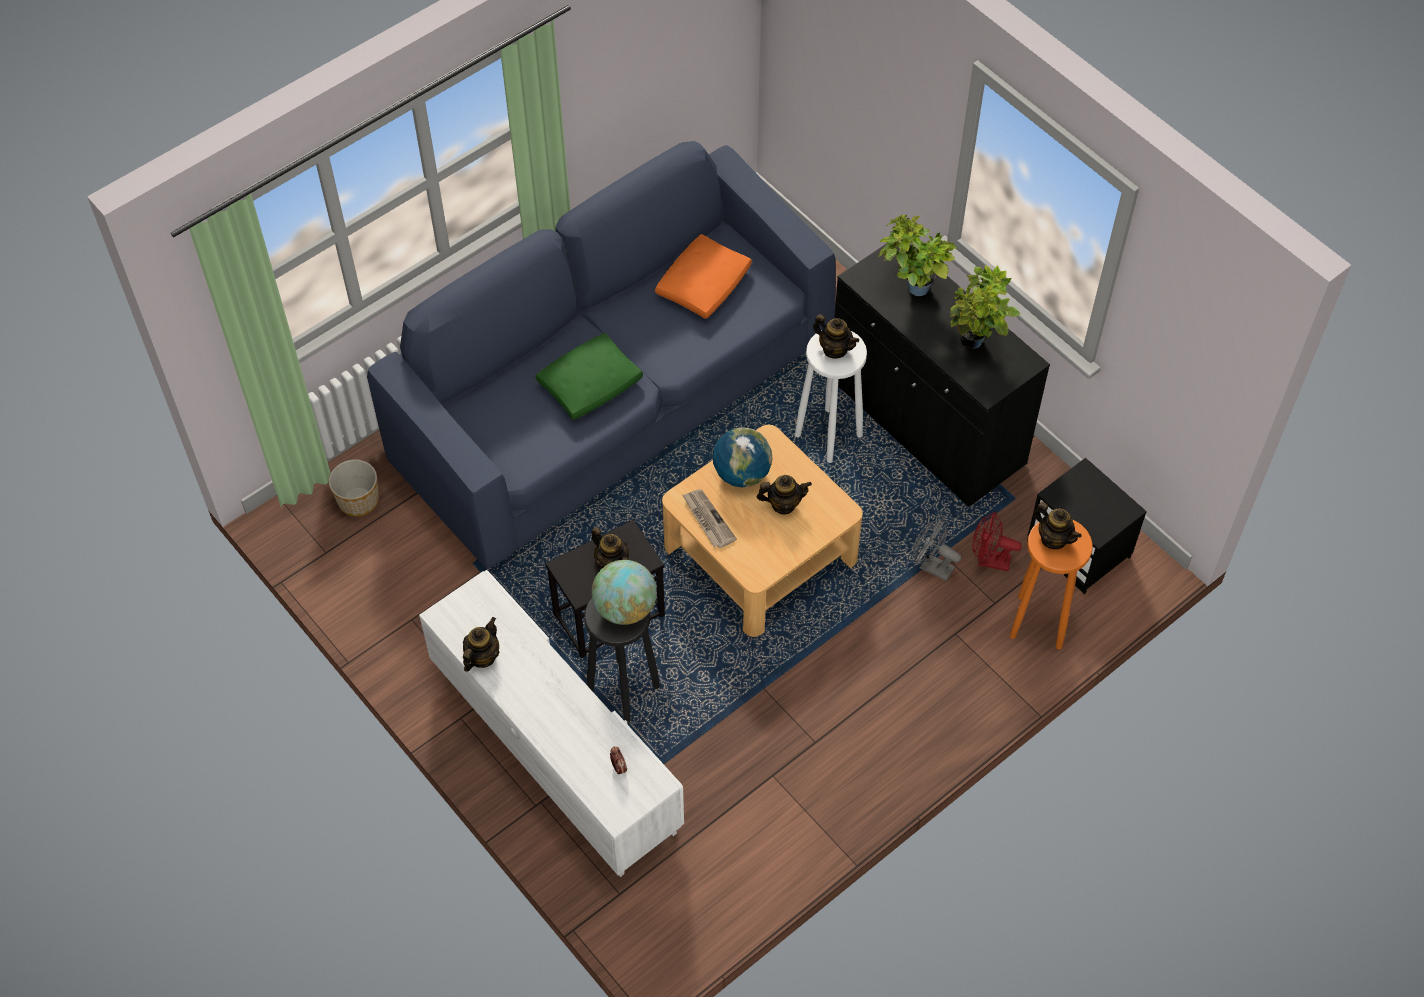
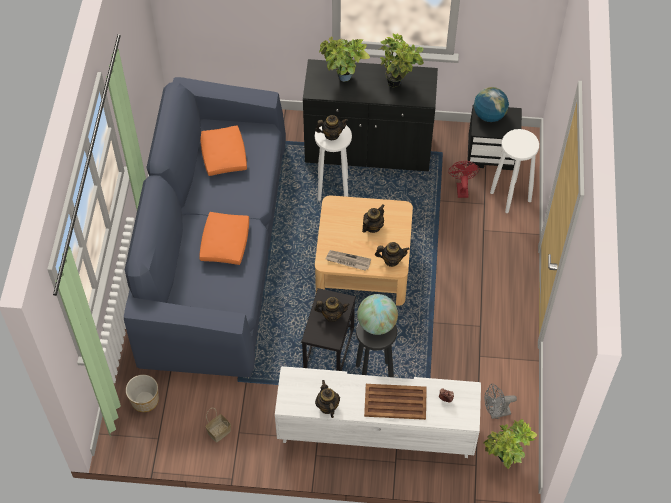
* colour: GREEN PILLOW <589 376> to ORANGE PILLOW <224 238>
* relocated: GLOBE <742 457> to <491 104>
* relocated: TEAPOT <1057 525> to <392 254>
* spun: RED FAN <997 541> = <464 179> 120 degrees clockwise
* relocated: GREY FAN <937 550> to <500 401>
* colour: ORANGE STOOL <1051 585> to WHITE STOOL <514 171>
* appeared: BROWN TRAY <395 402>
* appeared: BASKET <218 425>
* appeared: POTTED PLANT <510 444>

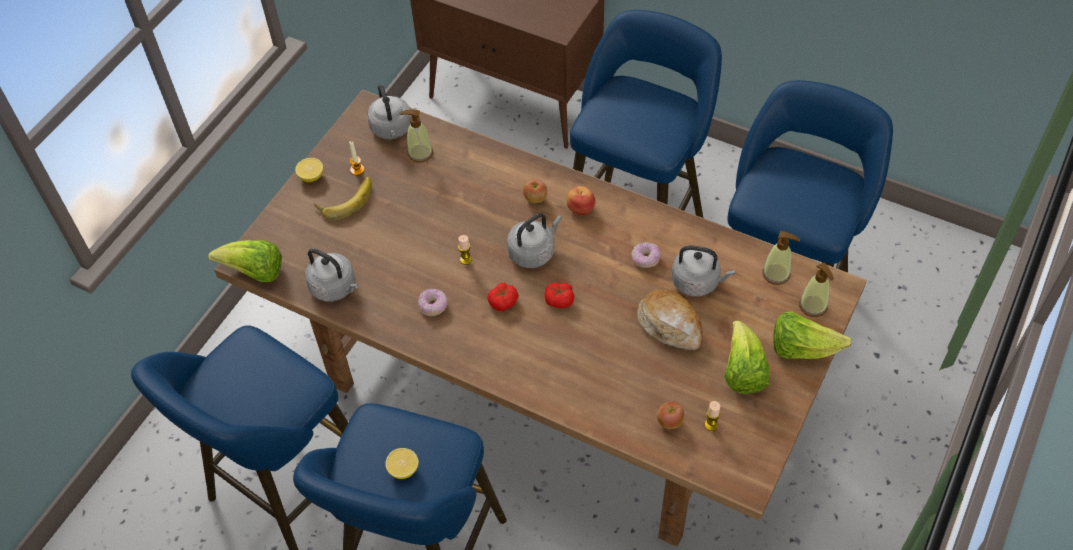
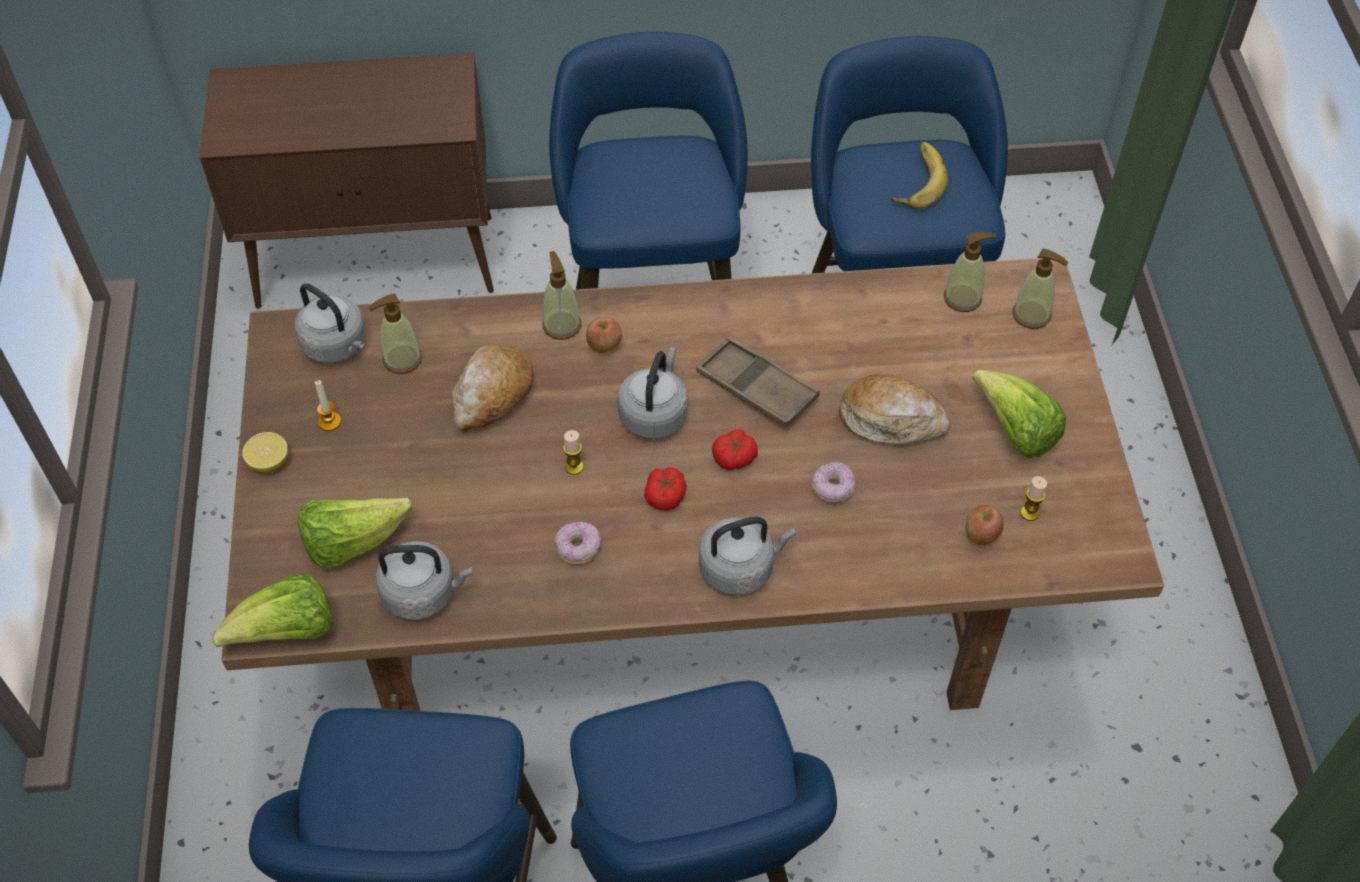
* relocated: BANANA <343 198> to <919 176>
* missing: APPLE <581 200>
* relocated: DONUT <646 255> to <834 482>
* relocated: GREY KETTLE <703 271> to <747 556>
* relocated: LETTUCE <812 335> to <355 532>
* missing: LEMON <402 463>
* appeared: SOAP DISPENSER <561 295>
* appeared: BROWN TRAY <758 382>
* appeared: BREAD <493 387>

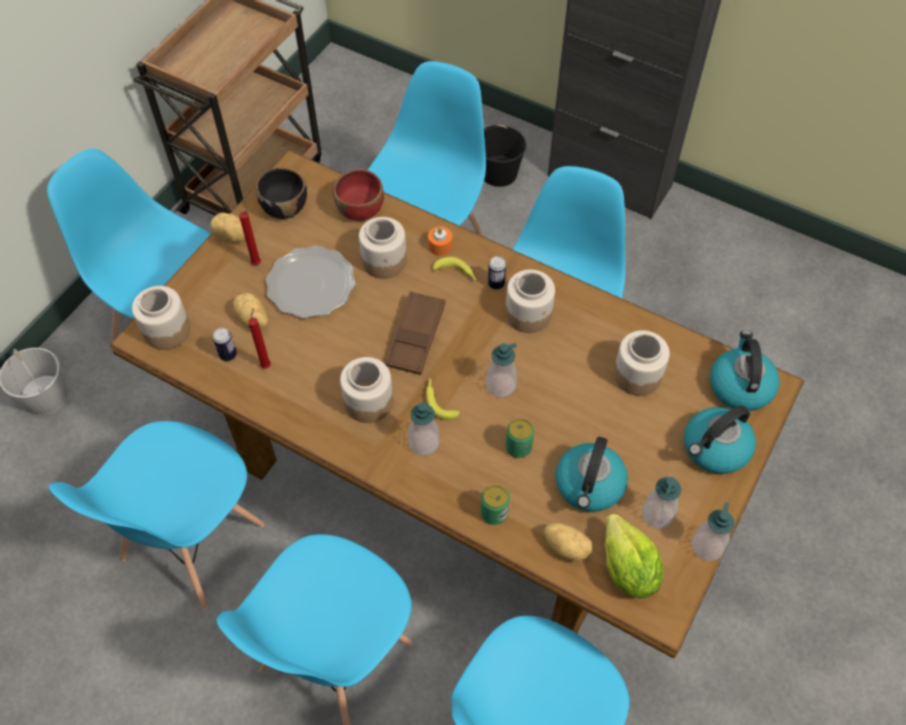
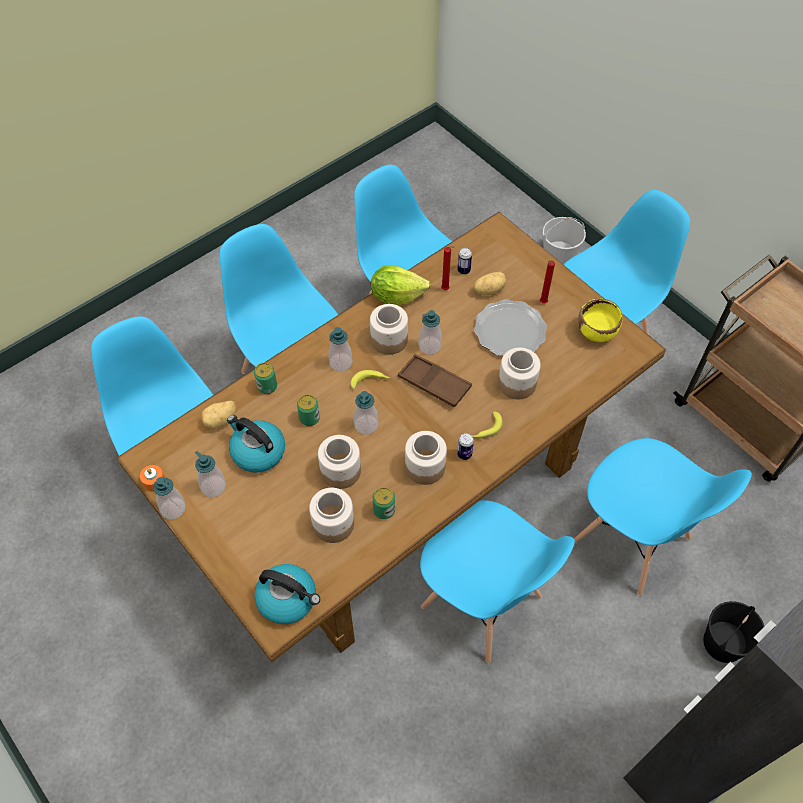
* colour: BLACK BOWL <281 193> to YELLOW BOWL <600 320>
* missing: RED BOWL <358 195>
* missing: POTATO <232 227>
* relocated: ORANGE CANDLE <440 241> to <152 478>
* relocated: JAR <161 318> to <339 462>
* missing: KETTLE <720 440>
* relocated: LETTUCE <634 556> to <401 285>
* appeared: SOAP DISPENSER <430 332>
* appeared: CAN <384 503>

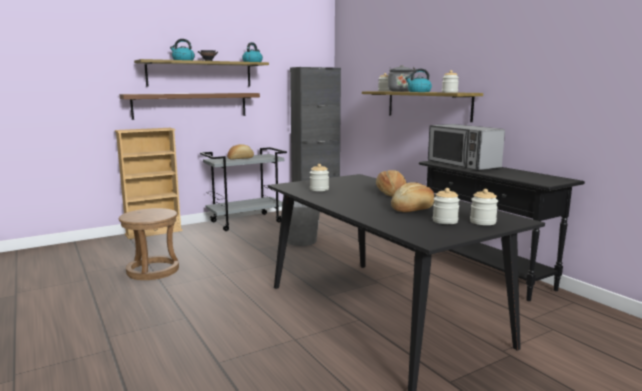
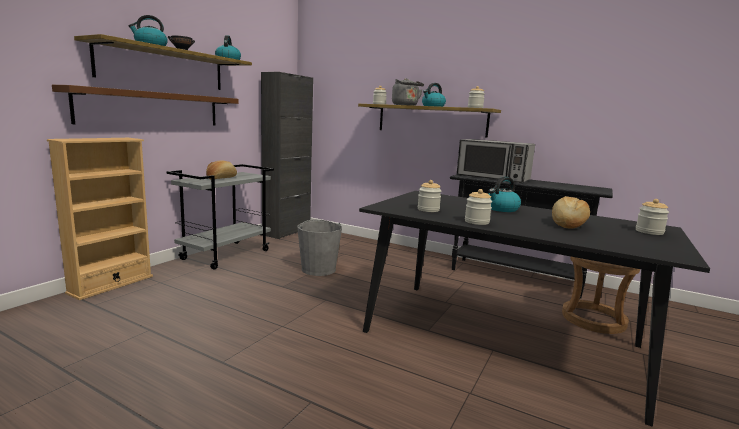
* exchanged: BREAD <391 183> to KETTLE <504 194>
* relocated: JAR <446 206> to <478 207>
* relocated: BROWN STOOL <149 244> to <601 295>

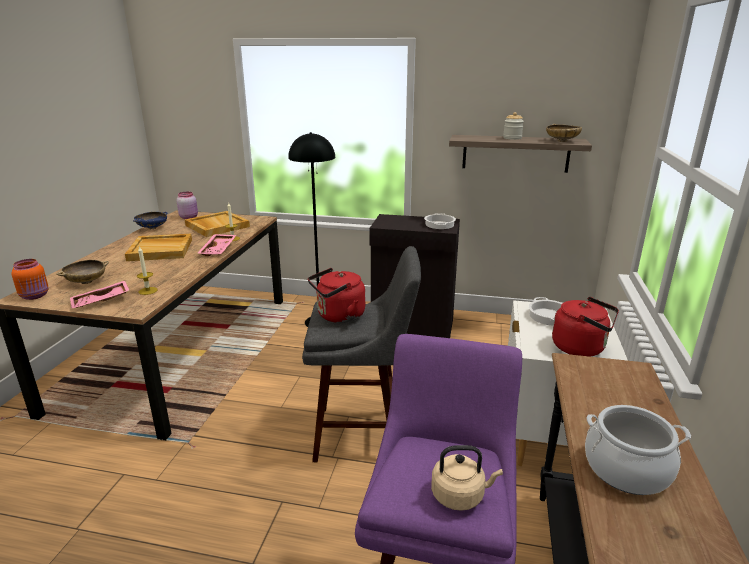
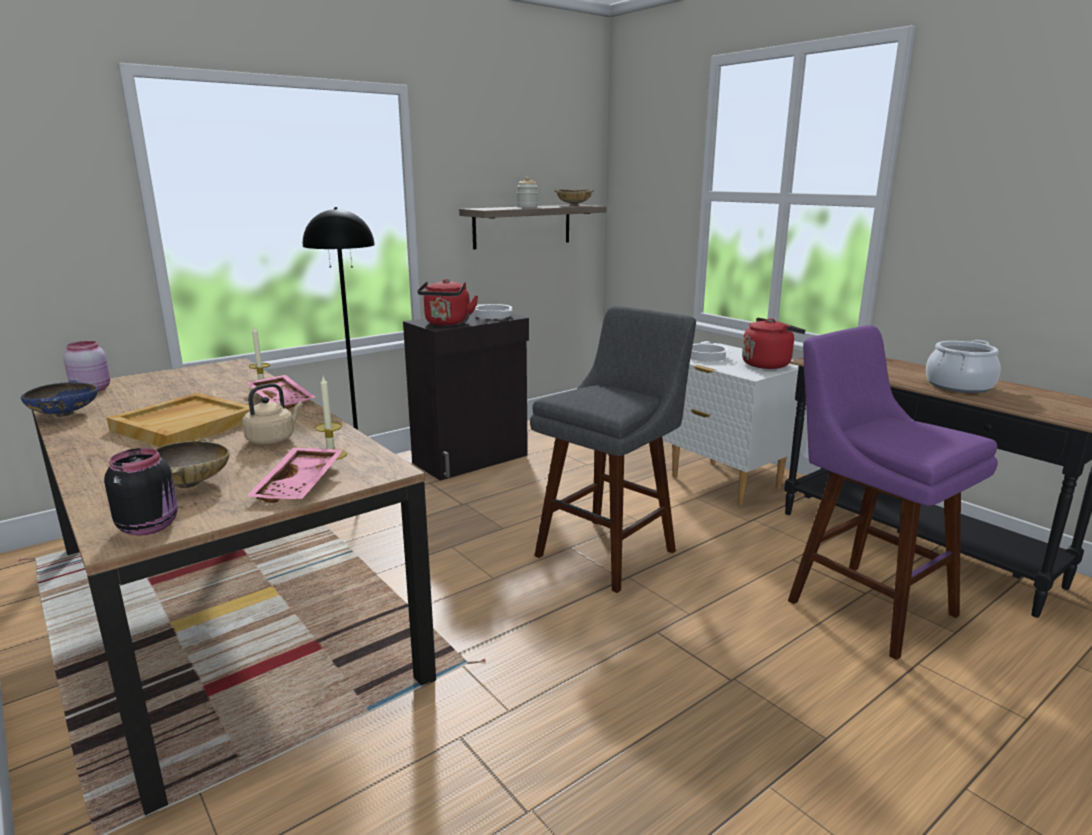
* missing: BEIGE TRAY <217 224>
* colour: ORANGE JAR <30 279> to BLACK JAR <141 492>
* relocated: RED KETTLE <336 295> to <447 302>
* relocated: BEIGE KETTLE <467 478> to <272 413>

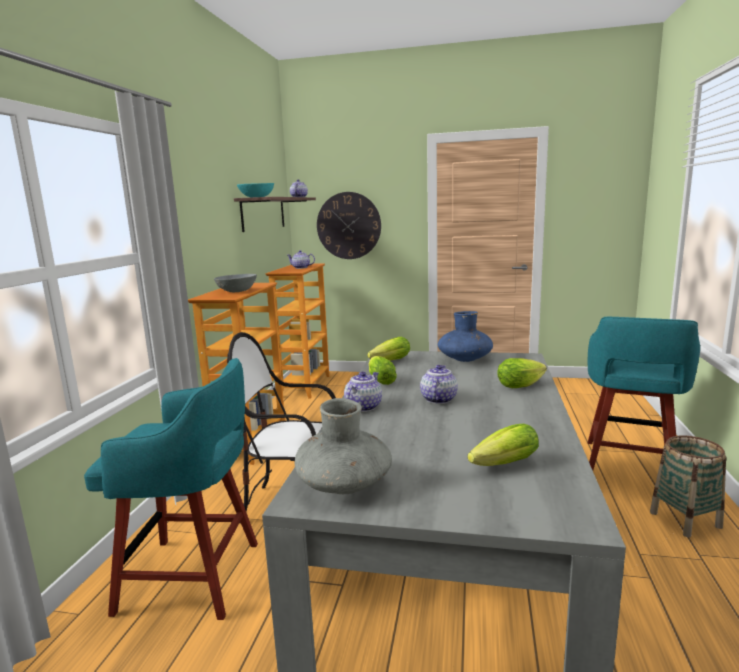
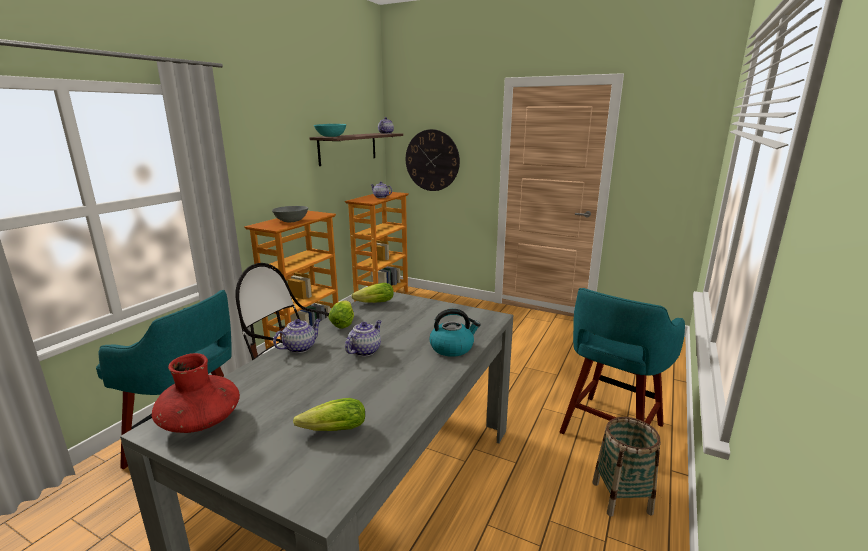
* missing: BLUE VASE <465 336>
* exchanged: LETTUCE <522 373> to KETTLE <455 333>
* colour: GREY VASE <343 446> to RED VASE <196 393>

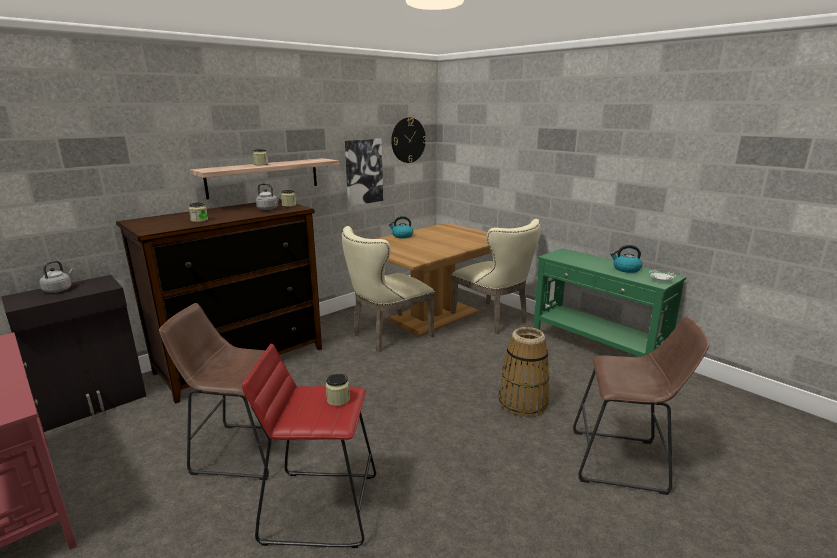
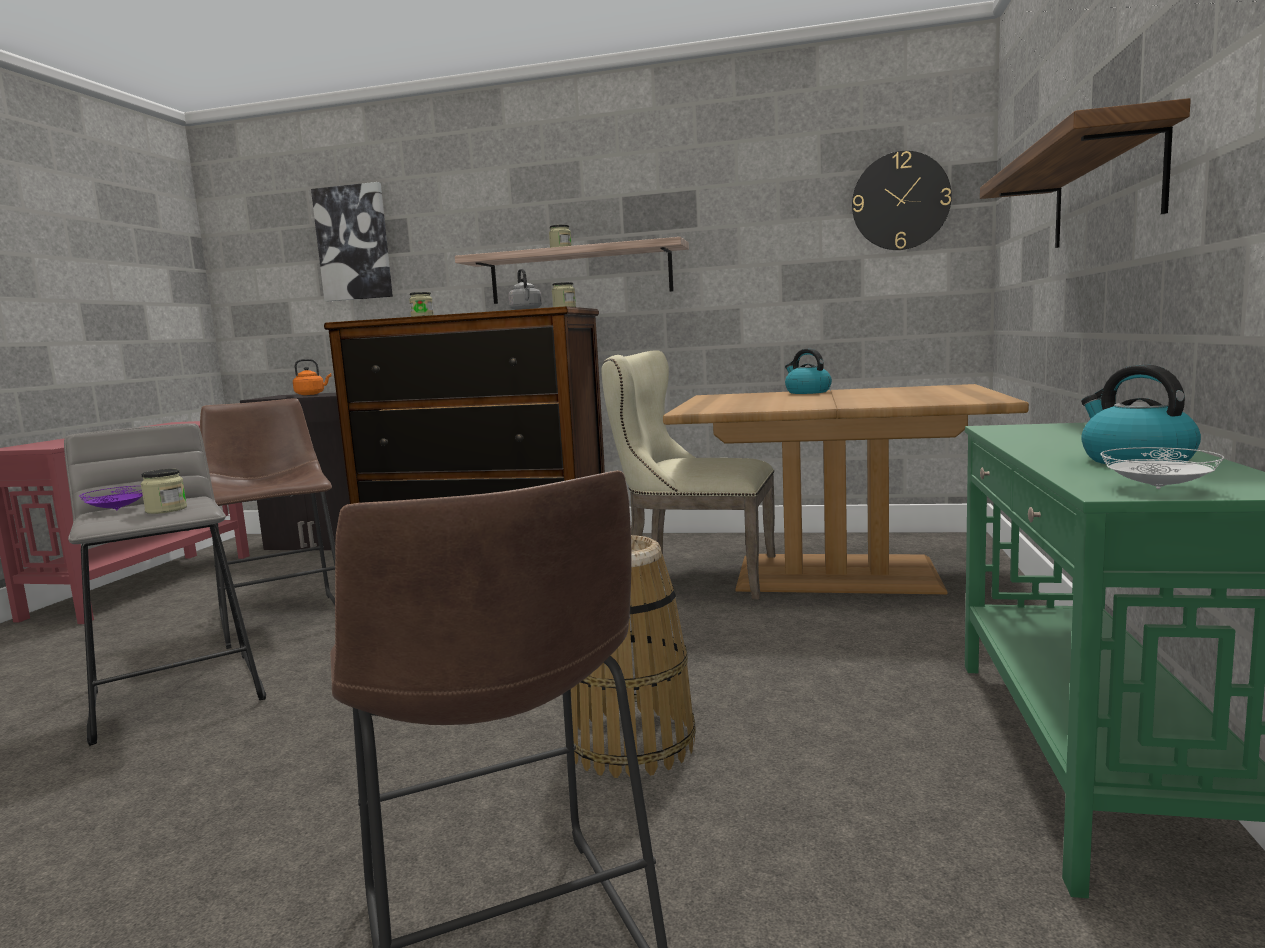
* relocated: PICTURE <364 172> to <352 241>
* missing: BEIGE CHAIR <496 276>
* colour: GREY KETTLE <57 277> to ORANGE KETTLE <312 377>
* colour: RED STOOL <309 446> to GREY STOOL <165 584>
* appeared: SHELF <1085 173>
* appeared: PURPLE PLATE <111 498>

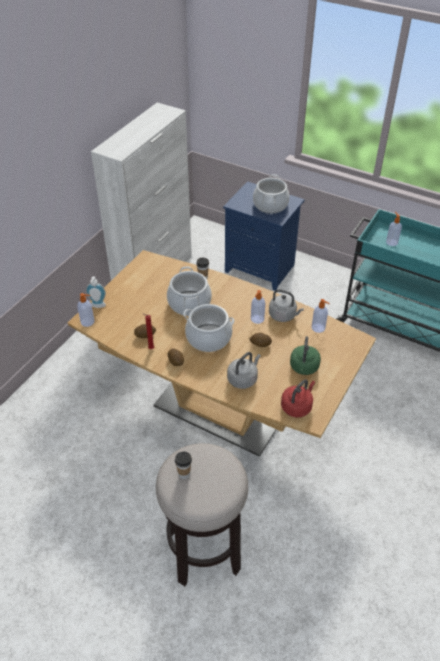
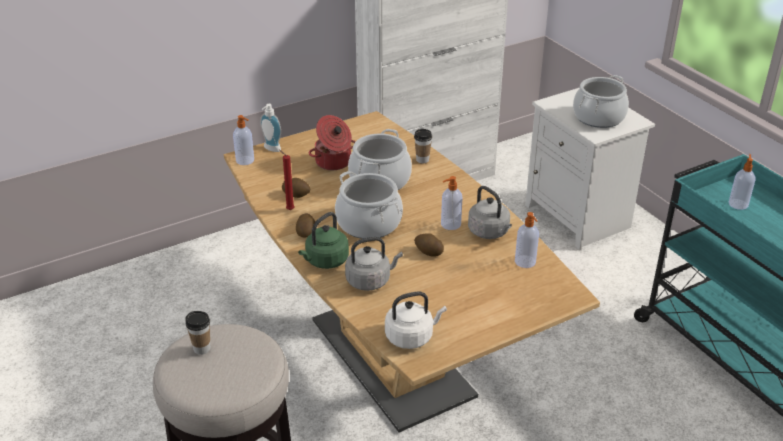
* colour: BLUE NIGHTSTAND <264 236> to WHITE NIGHTSTAND <590 169>
* relocated: GREEN KETTLE <305 355> to <323 240>
* colour: RED KETTLE <298 398> to WHITE KETTLE <416 320>
* appeared: COOKING POT <332 142>

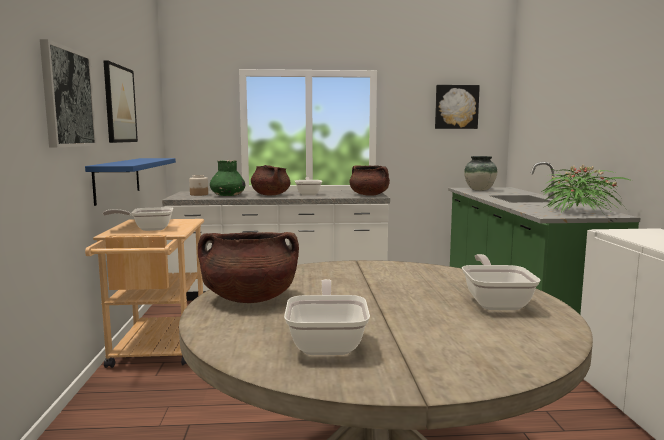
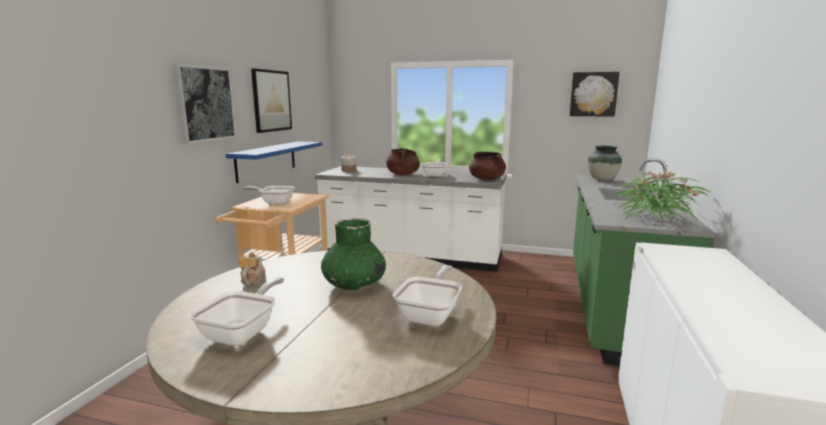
* relocated: GREEN VASE <227 178> to <353 254>
* exchanged: BROWN COOKING POT <248 267> to TEAPOT <252 269>

